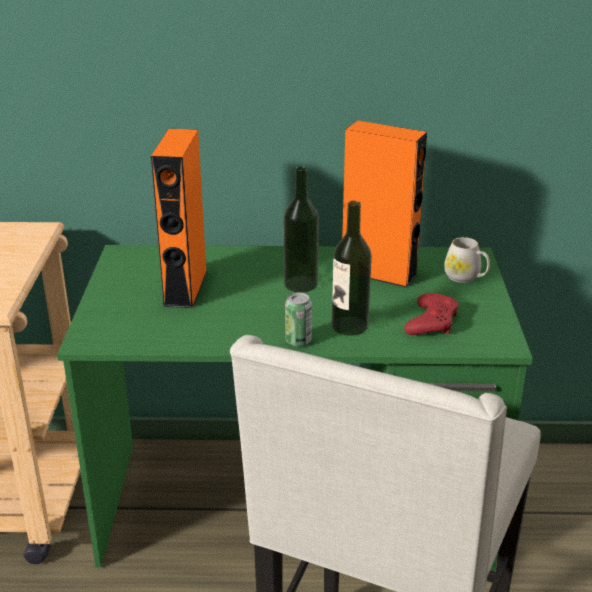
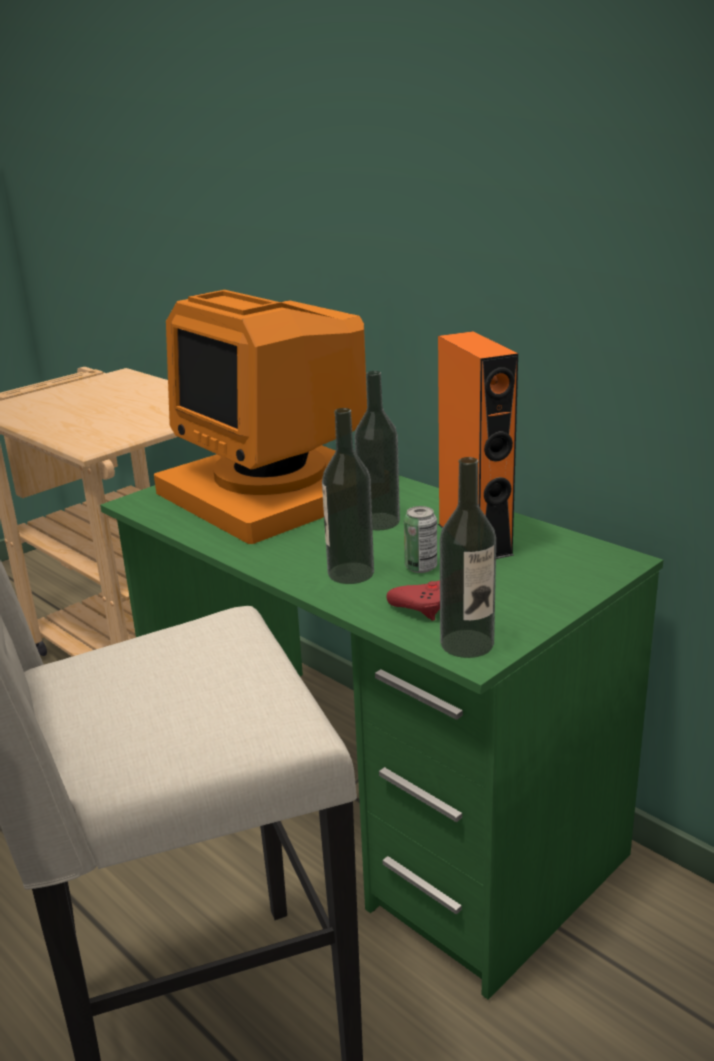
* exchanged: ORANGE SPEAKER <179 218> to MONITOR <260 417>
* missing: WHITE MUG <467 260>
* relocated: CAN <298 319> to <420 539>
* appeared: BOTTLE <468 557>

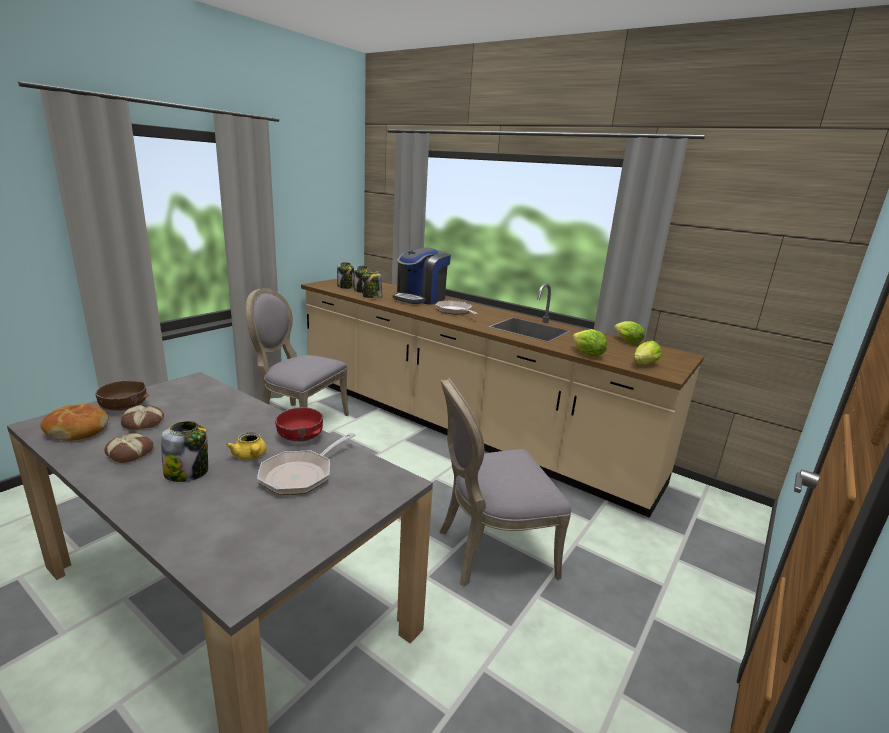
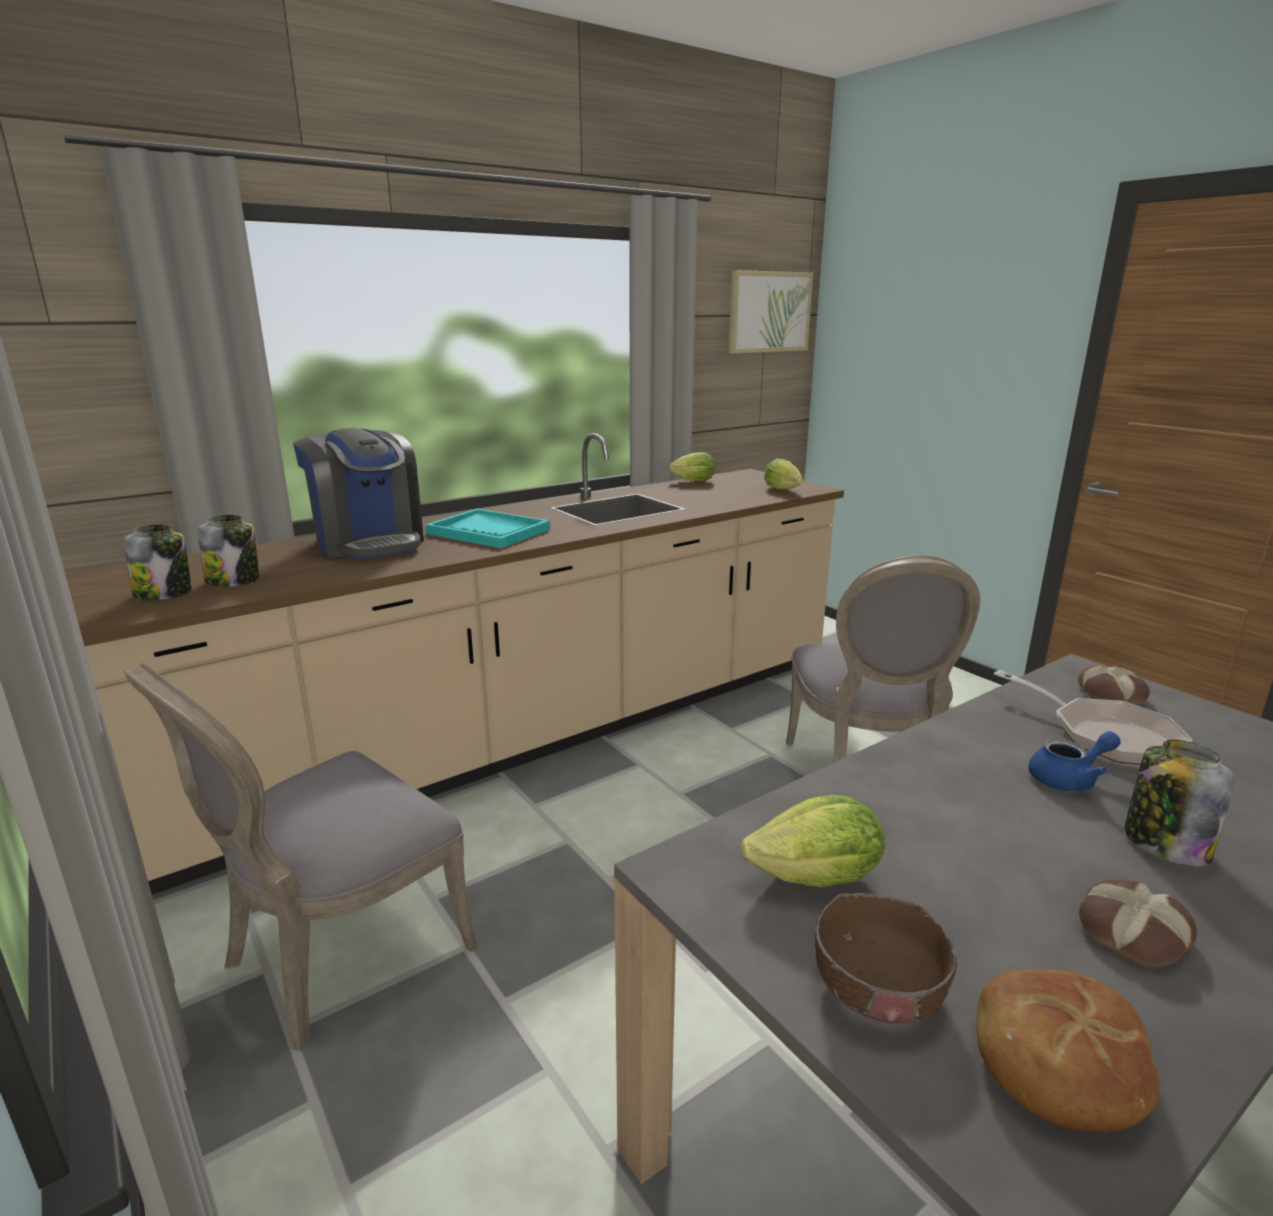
* missing: JAR <372 284>
* exchanged: FRYING PAN <457 307> to TURQUOISE TRAY <487 528>
* relocated: LETTUCE <590 342> to <813 841>
* relocated: BREAD <142 417> to <1114 684>
* missing: RED BOWL <299 424>
* colour: YELLOW TEAPOT <246 445> to BLUE TEAPOT <1074 761>
* appeared: PICTURE <771 312>

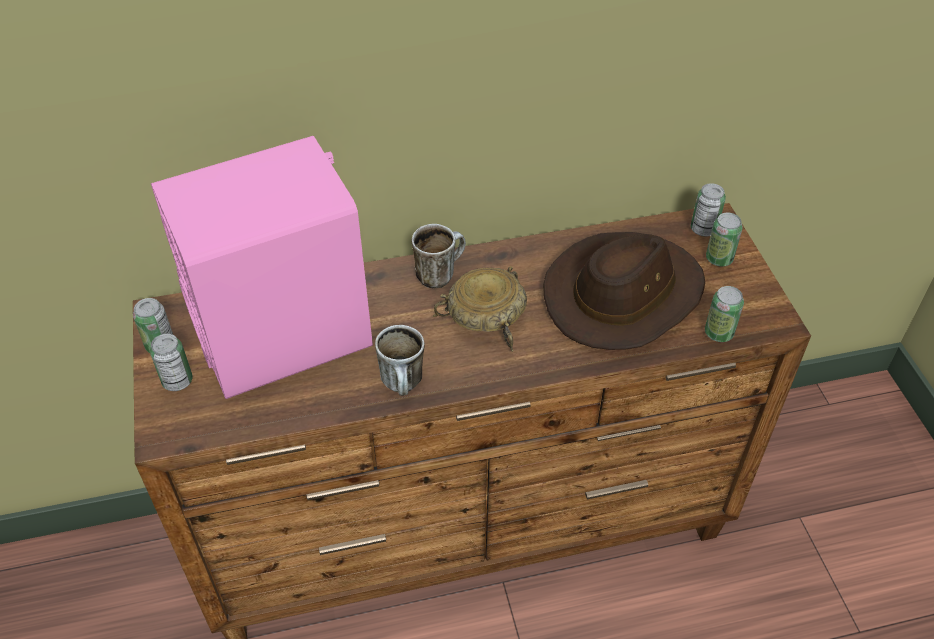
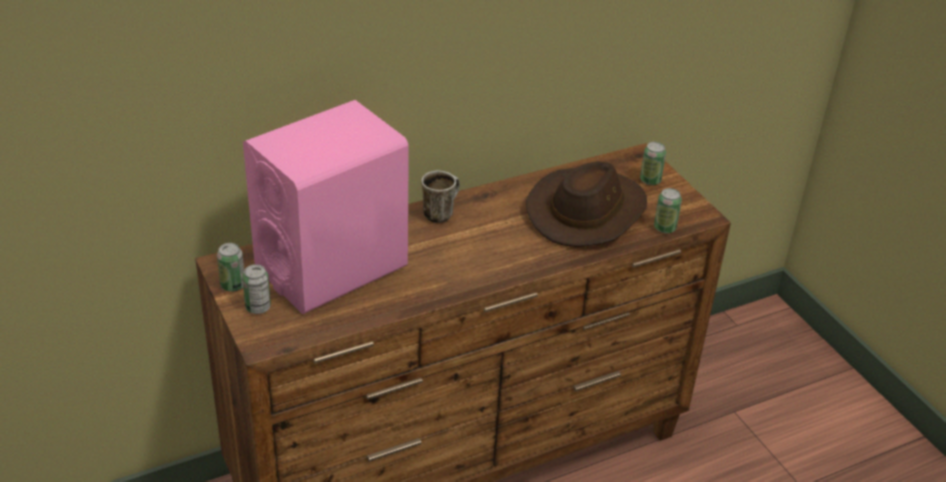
* missing: CAN <708 209>
* missing: BEIGE BOWL <480 309>
* missing: MUG <400 360>

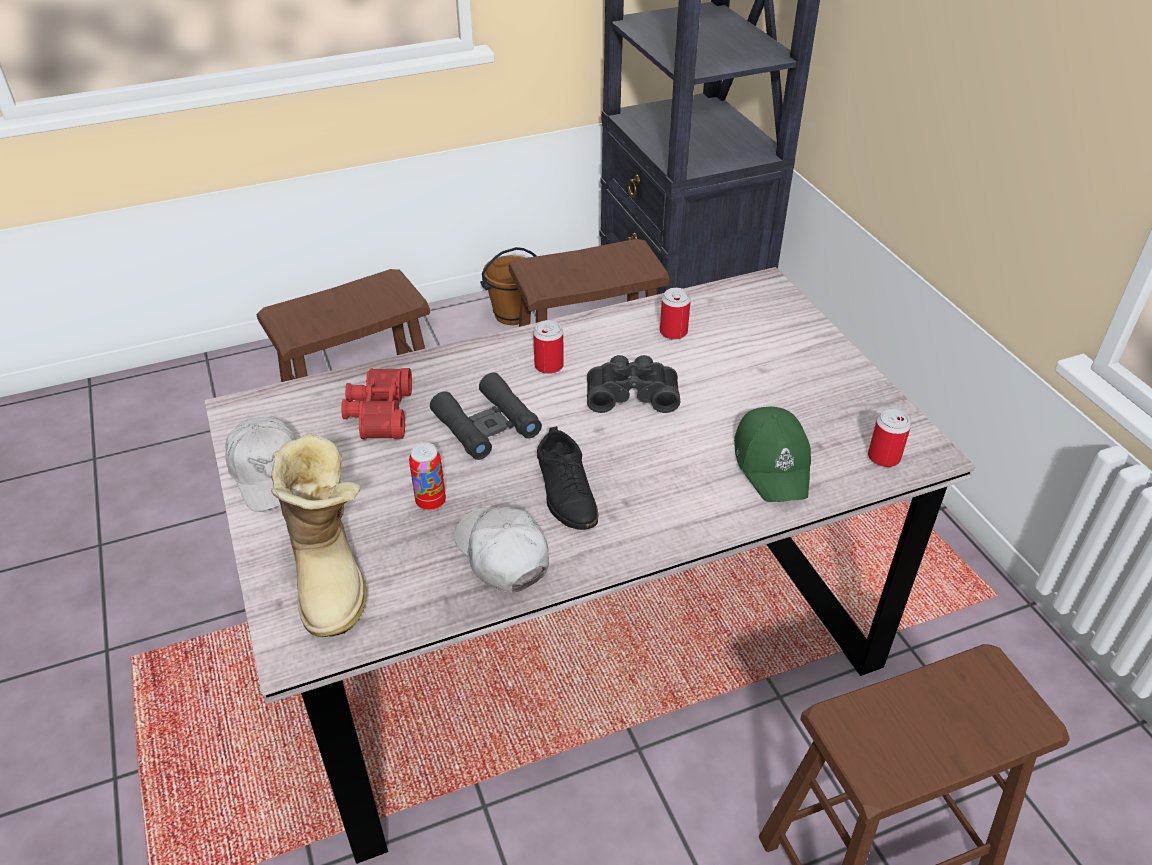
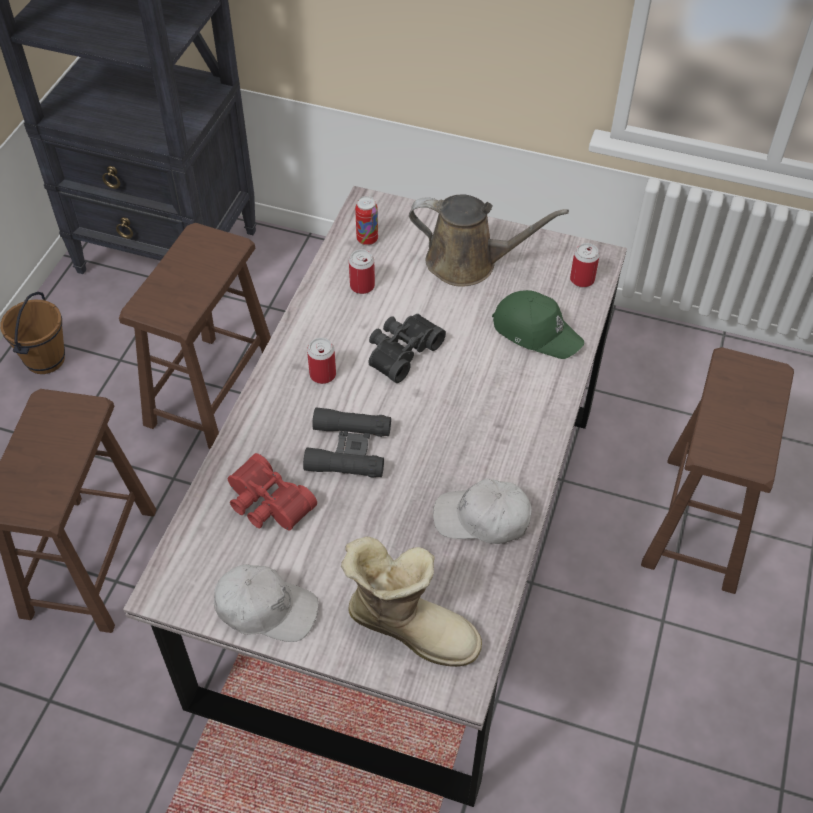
* missing: BLACK SHOE <567 478>
* relocated: CAN <427 477> to <366 220>
* appeared: BROWN WATERING CAN <489 240>

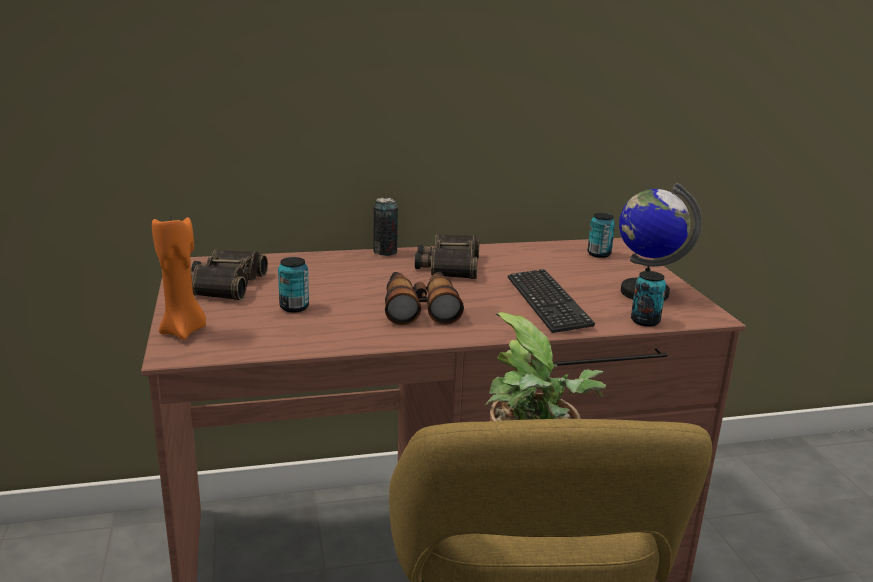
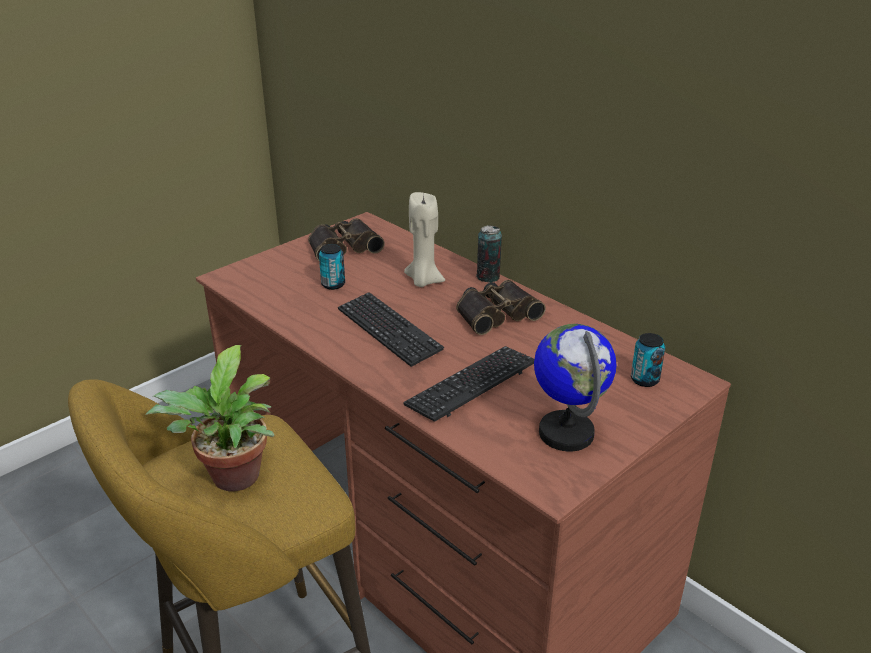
* missing: ORANGE CANDLE <179 278>
* missing: CAN <648 299>
* exchanged: BINOCULARS <424 298> to KEYBOARD <391 329>
* appeared: BEIGE CANDLE <424 239>

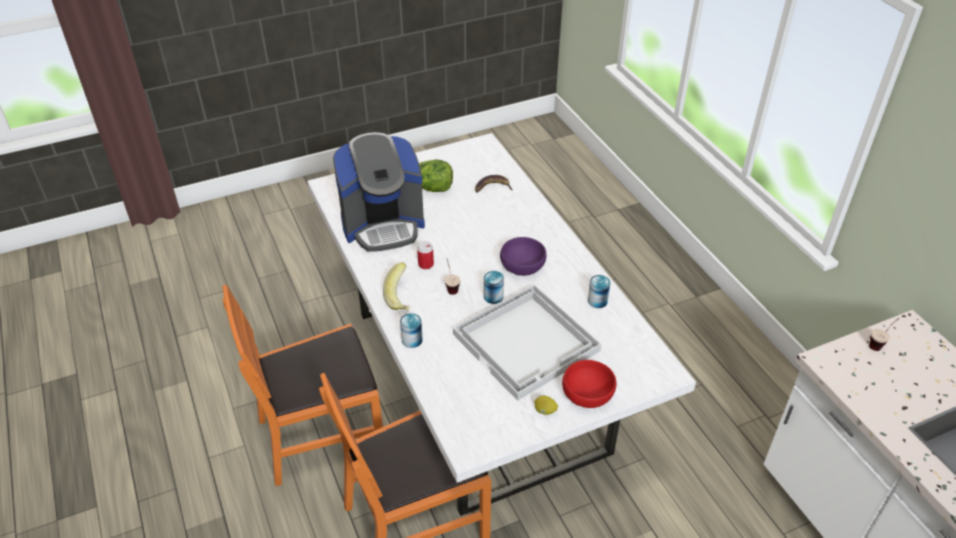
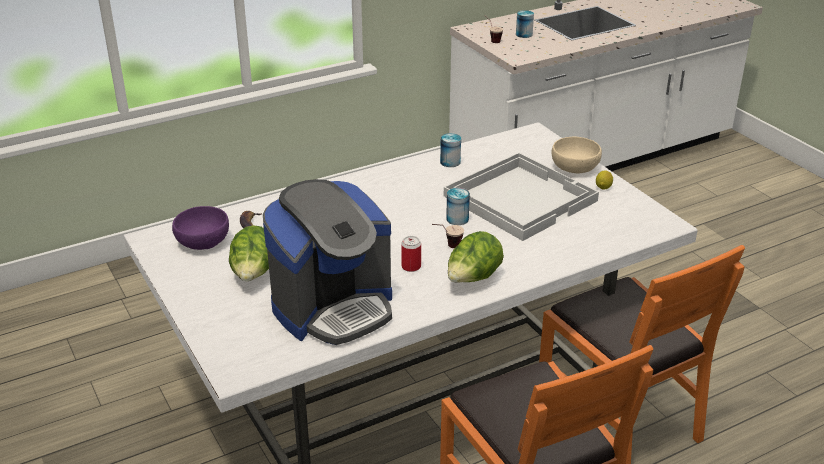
* spun: COFFEE MACHINE <379 192> = <327 262> 75 degrees clockwise
* relocated: PURPLE BOWL <523 256> to <200 228>
* exchanged: BANANA <396 286> to LETTUCE <476 257>
* relocated: CAN <411 330> to <525 24>
* colour: RED BOWL <589 384> to BEIGE BOWL <577 155>

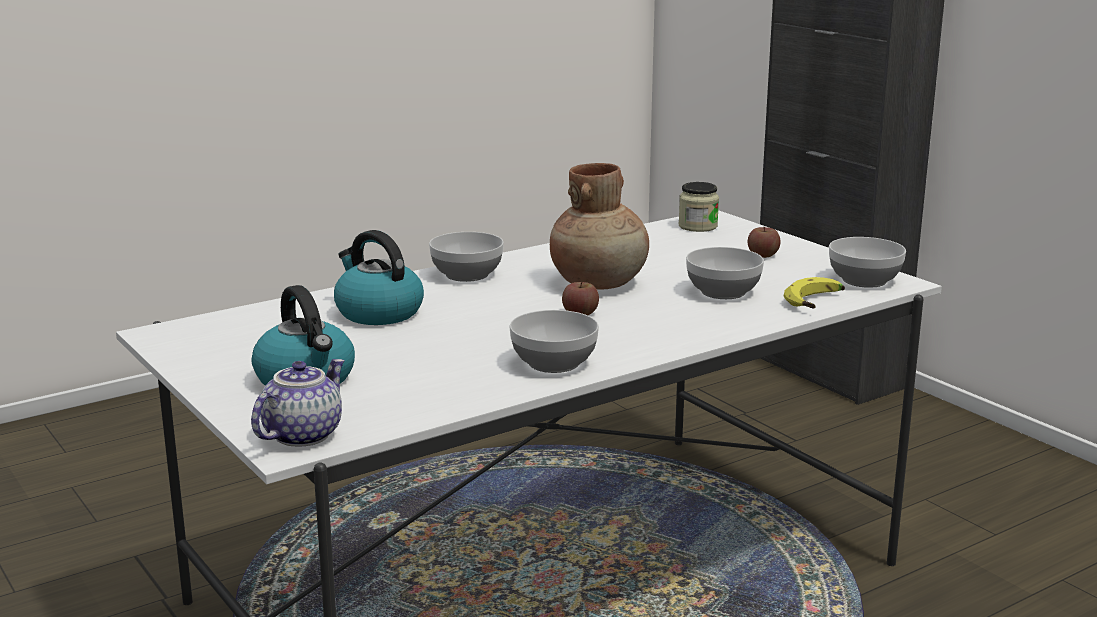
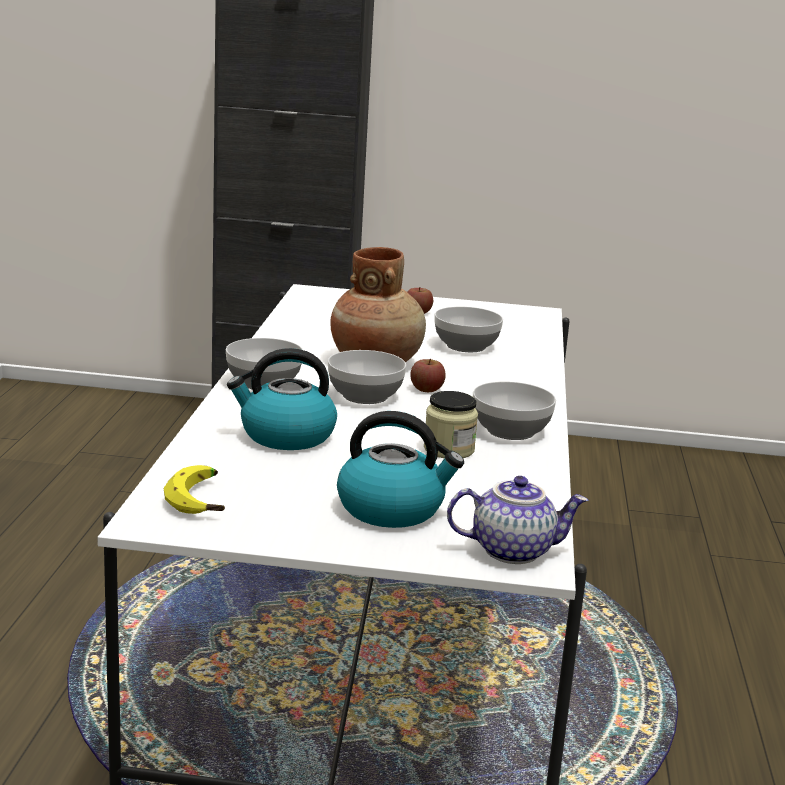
* relocated: JAR <698 207> to <451 424>
* relocated: BOWL <867 262> to <367 377>
* relocated: BANANA <814 292> to <194 489>
* spun: TEAPOT <298 403> = <517 520> 105 degrees clockwise

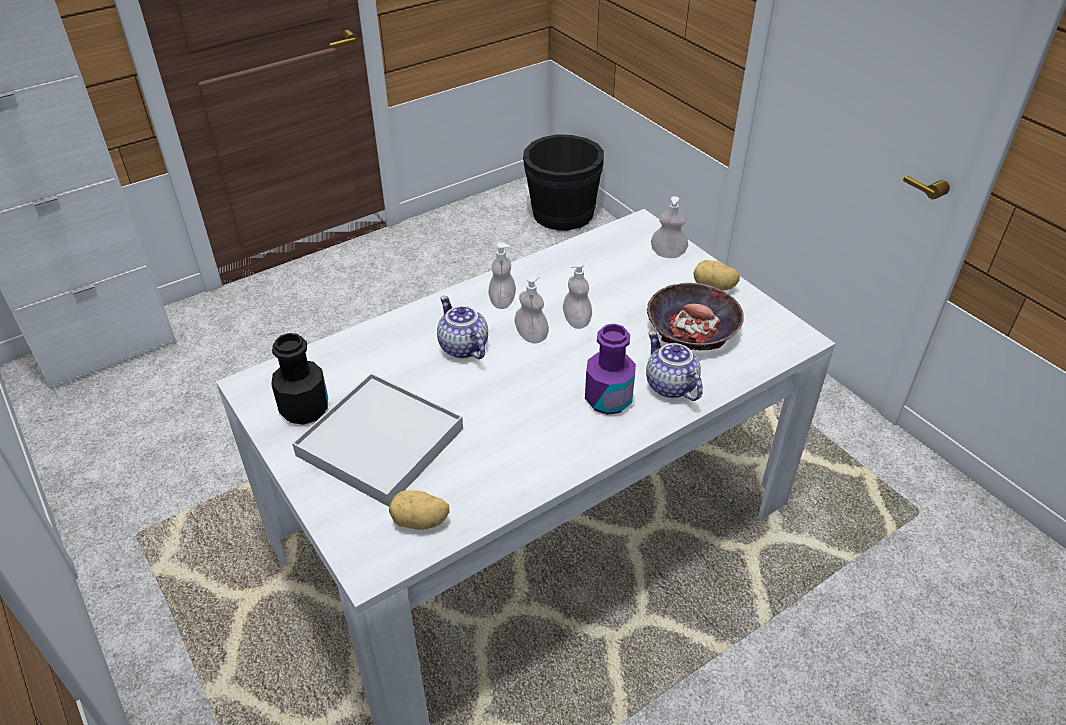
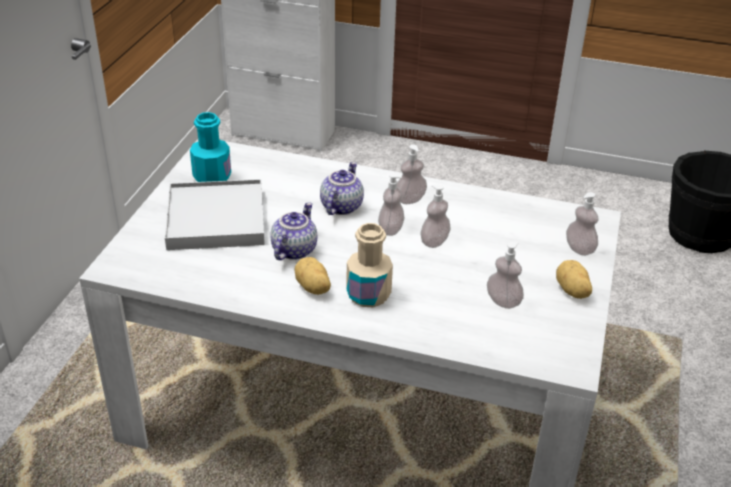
* exchanged: BOWL <695 316> to SOAP DISPENSER <505 275>
* colour: PURPLE BOTTLE <610 369> to BEIGE BOTTLE <369 265>
* relocated: TEAPOT <674 366> to <294 231>
* colour: BLACK BOTTLE <299 379> to TURQUOISE BOTTLE <210 147>
* relocated: POTATO <419 510> to <312 276>

